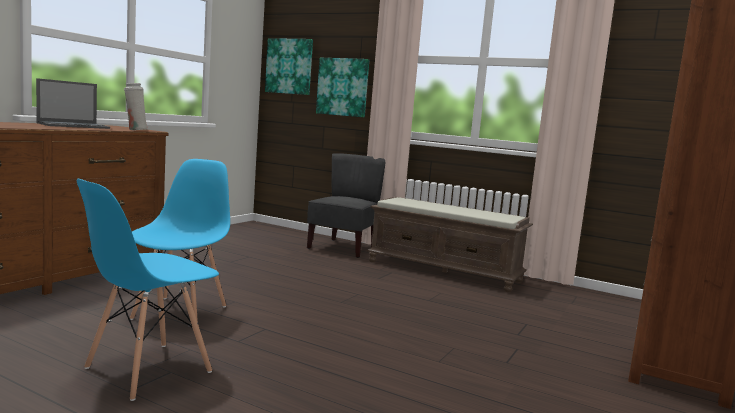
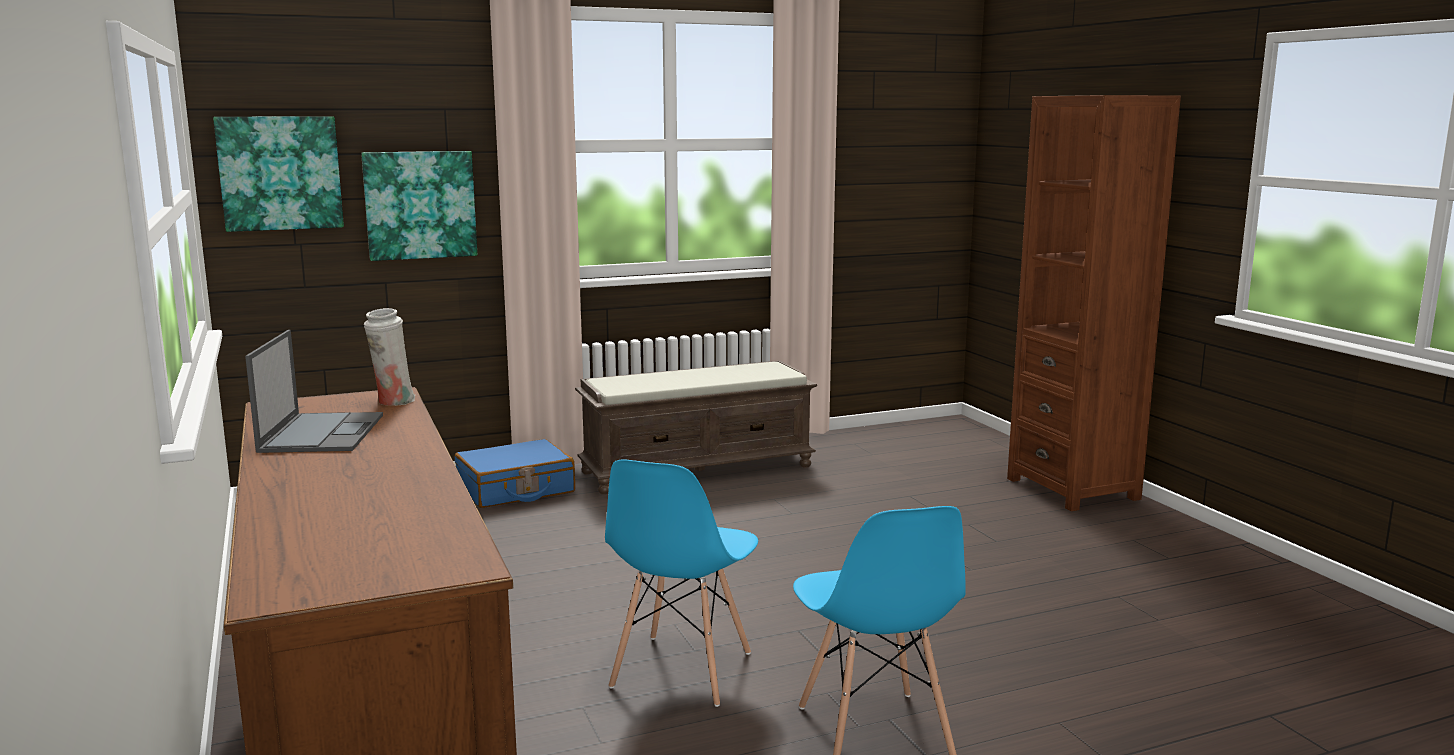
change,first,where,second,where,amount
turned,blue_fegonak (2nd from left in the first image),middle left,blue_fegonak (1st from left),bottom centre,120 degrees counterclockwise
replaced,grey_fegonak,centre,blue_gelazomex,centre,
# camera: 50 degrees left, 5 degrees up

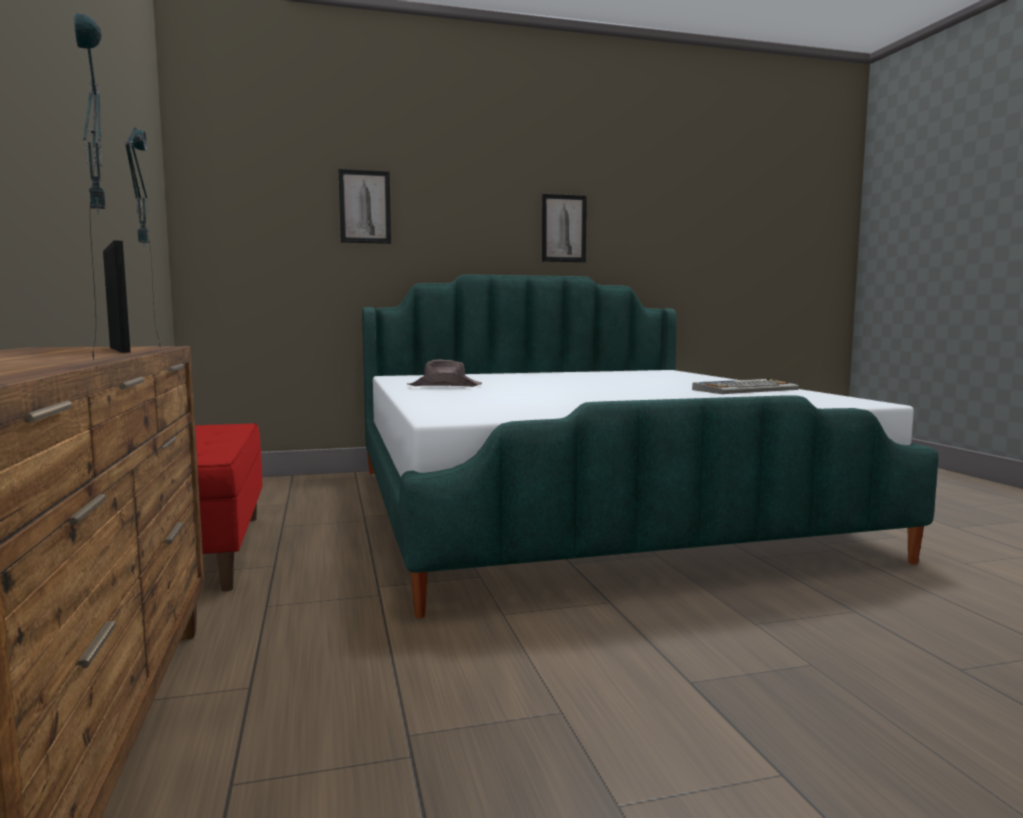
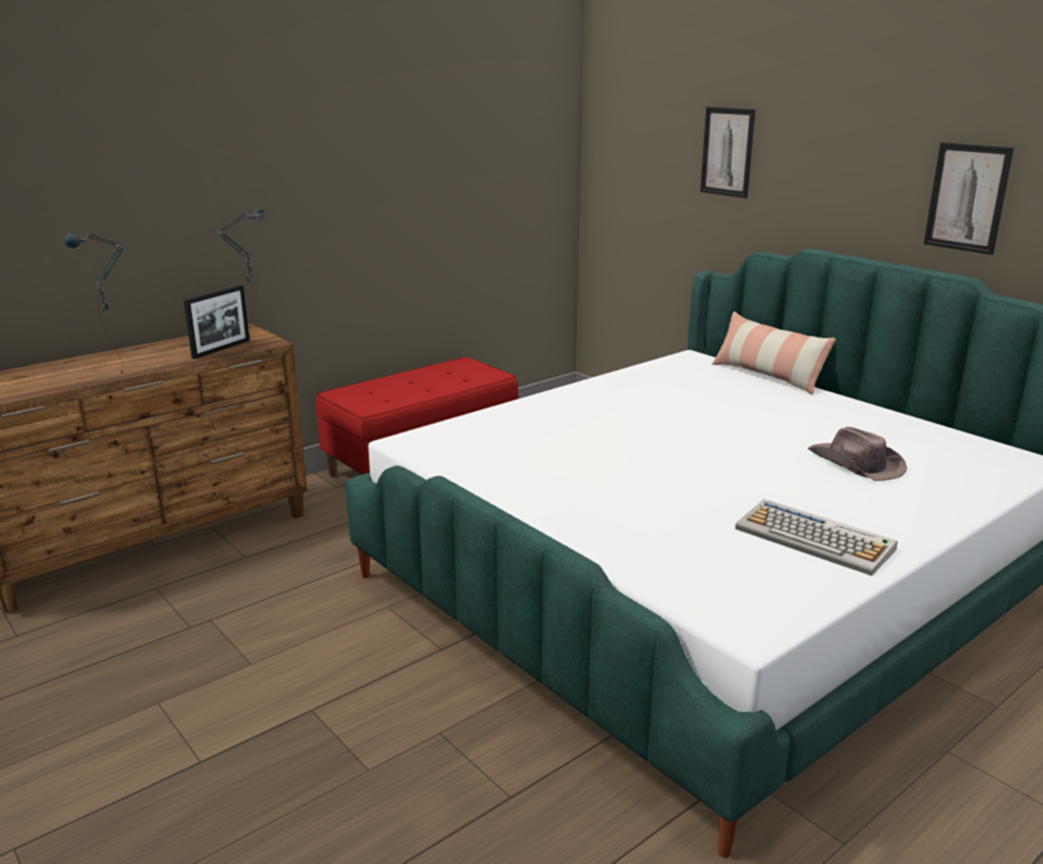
change,first,where,second,where,amount
moved,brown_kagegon,centre,,middle right,
added,,,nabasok,middle right,
# camera: 65 degrees right, 15 degrees up

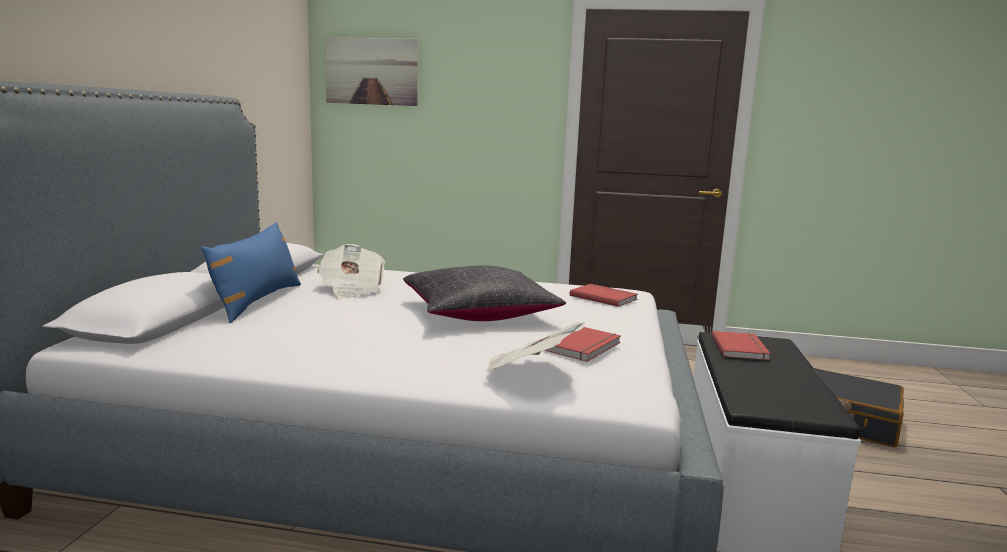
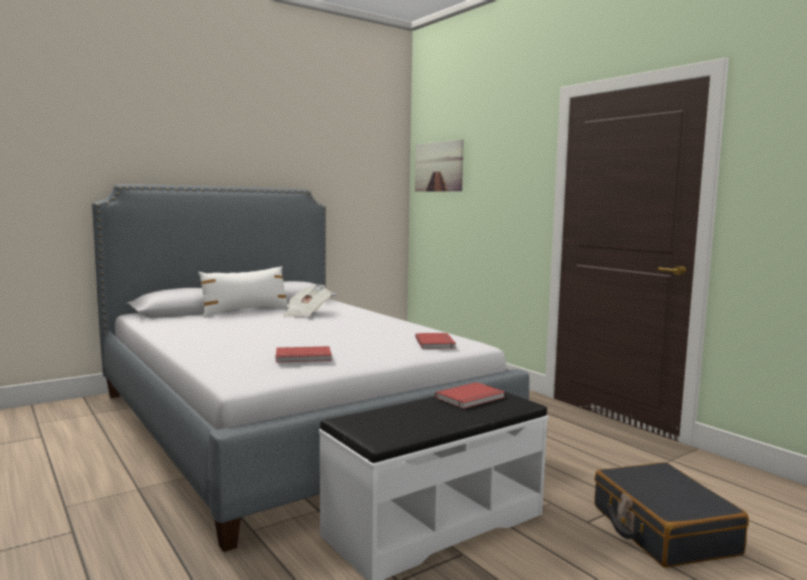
change,first,where,second,where,amount
recoloured,blue_nabasok,middle left,white_nabasok,middle left,
removed,black_nabasok,centre,,,
removed,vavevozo (2nd from left),centre,,,
# camera: 45 degrees right, 5 degrees down

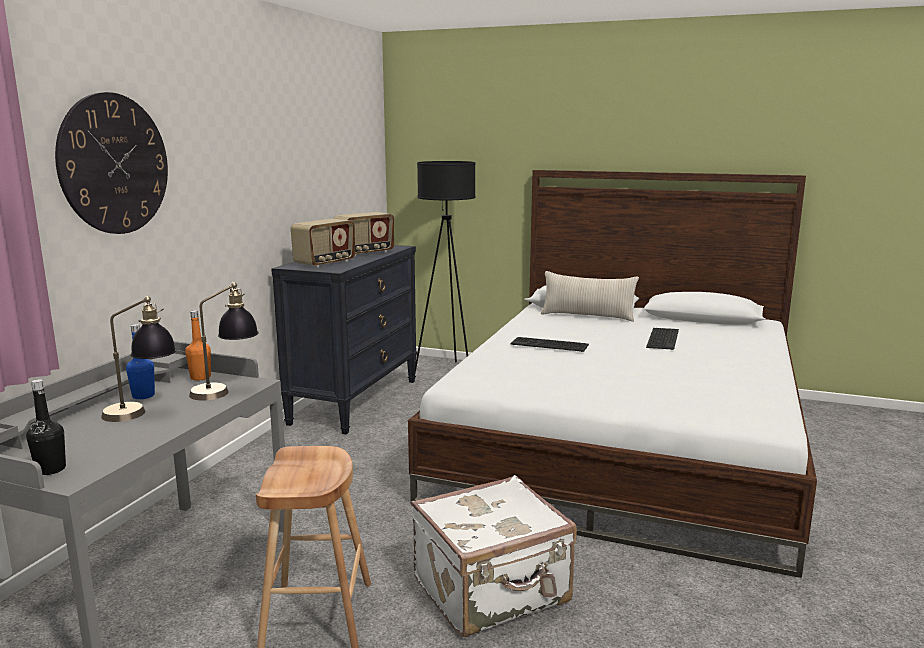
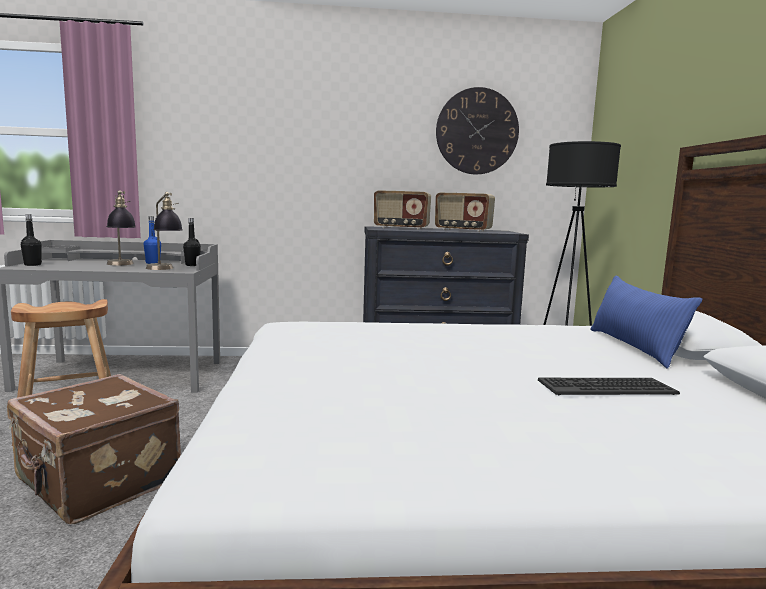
change,first,where,second,where,amount
moved,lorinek,top left,,top centre,
recoloured,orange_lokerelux,middle left,black_lokerelux (2nd from left),middle left,
recoloured,white_gelazomex,bottom centre,brown_gelazomex,bottom left,
removed,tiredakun (1st from left),centre,,,
recoloured,beige_nabasok,centre,blue_nabasok,middle right,
# camera: 65 degrees right, 5 degrees down

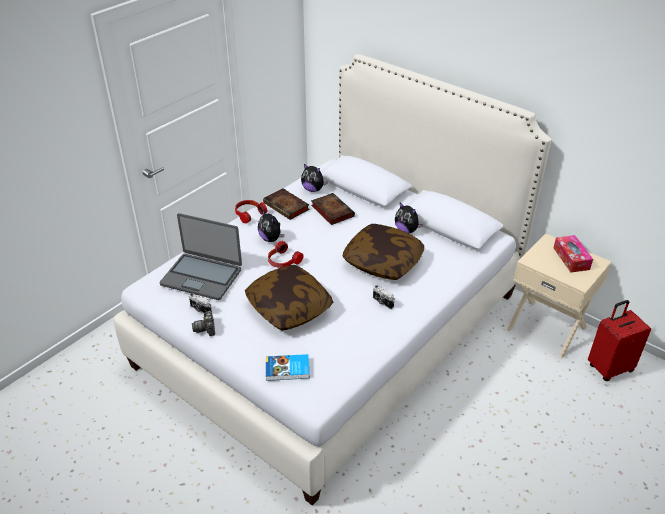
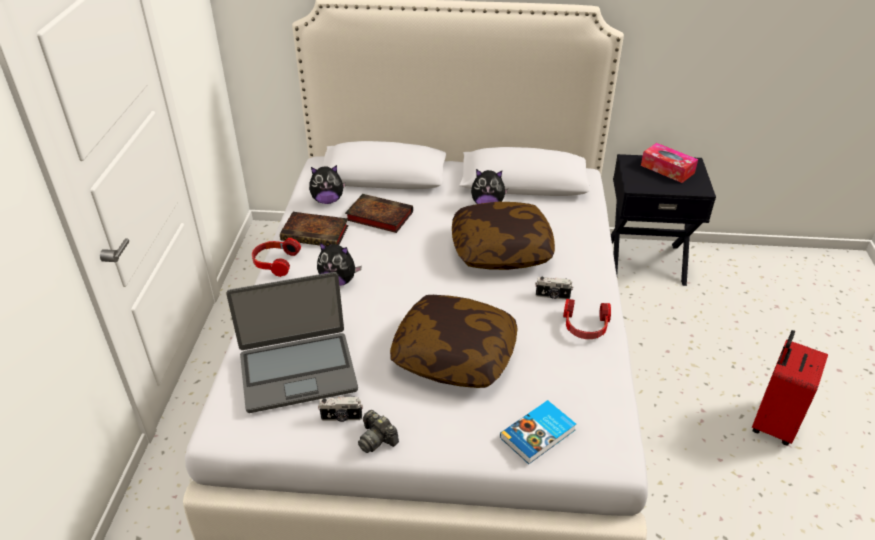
change,first,where,second,where,amount
moved,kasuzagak (2nd from left),centre,,middle right,
recoloured,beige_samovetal,middle right,black_samovetal,middle right,
moved,red_gelazomex,middle right,,bottom right,
# camera: 35 degrees left, 0 degrees up

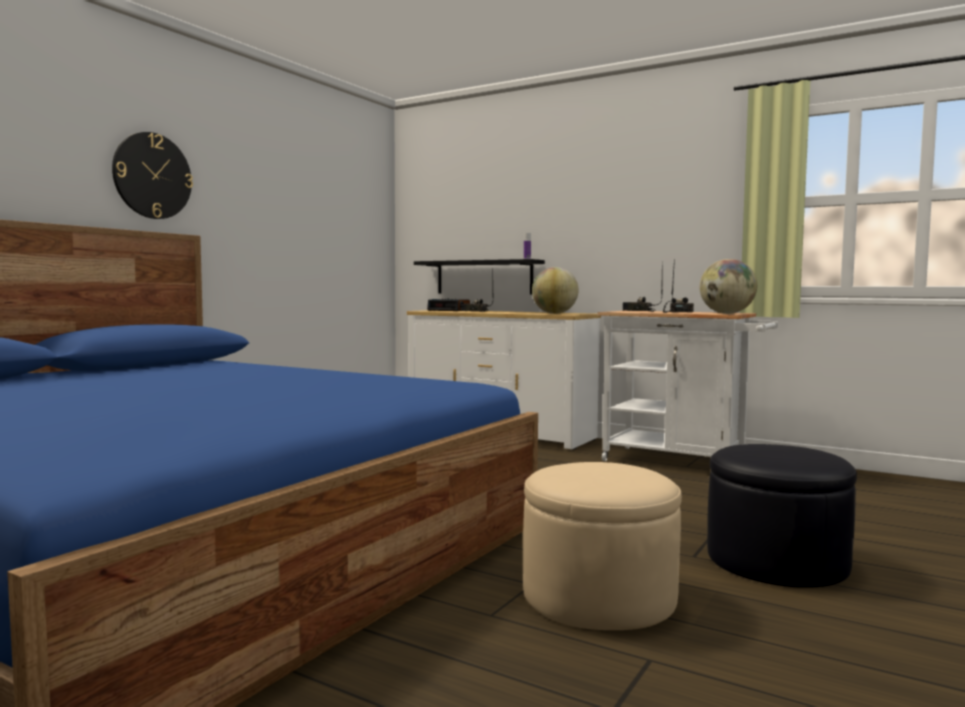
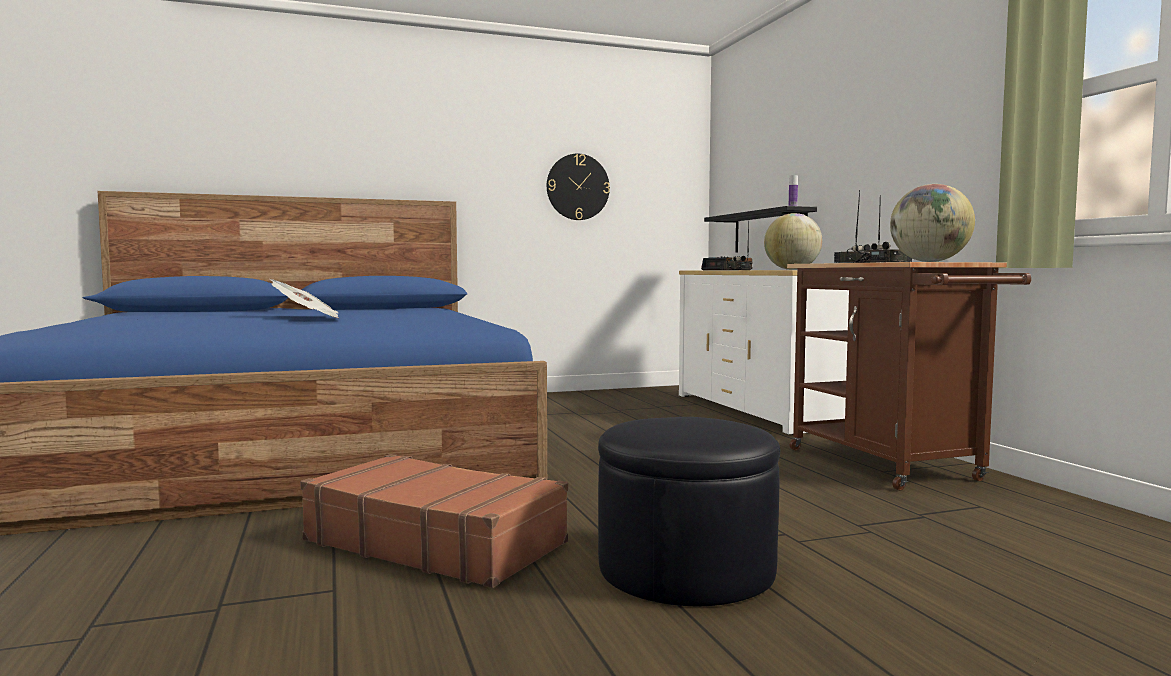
change,first,where,second,where,amount
moved,lorinek,top left,,top centre,
replaced,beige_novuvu,bottom centre,brown_gelazomex,bottom centre,
recoloured,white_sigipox,middle right,brown_sigipox,middle right,
added,,,vavevozo,middle left,
# camera: 40 degrees right, 0 degrees up

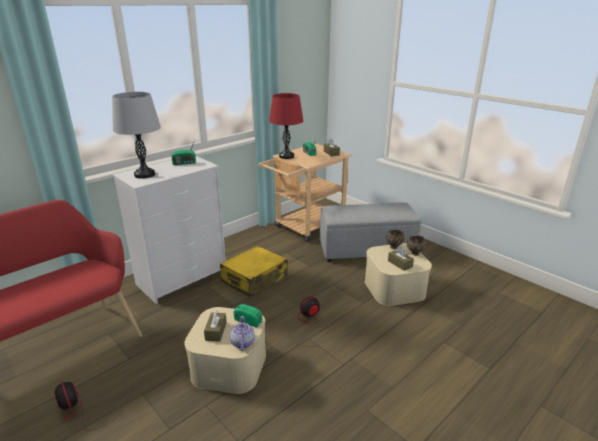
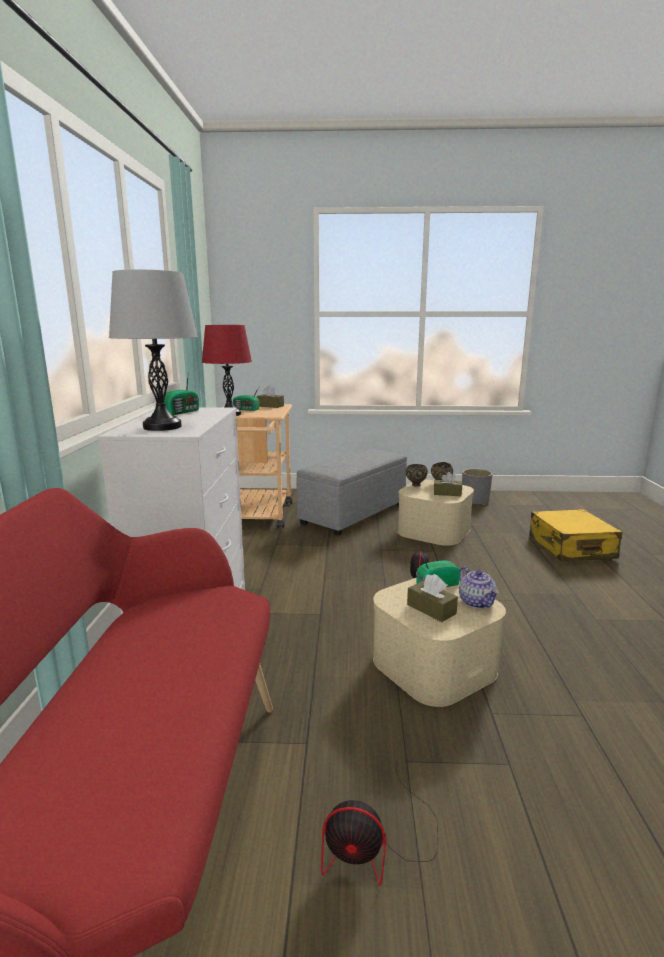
change,first,where,second,where,amount
moved,yellow_gelazomex,centre,,middle right,
turned,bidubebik,bottom centre,,middle right,150 degrees counterclockwise
added,,,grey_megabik,middle right,
# camera: 45 degrees left, 10 degrees down

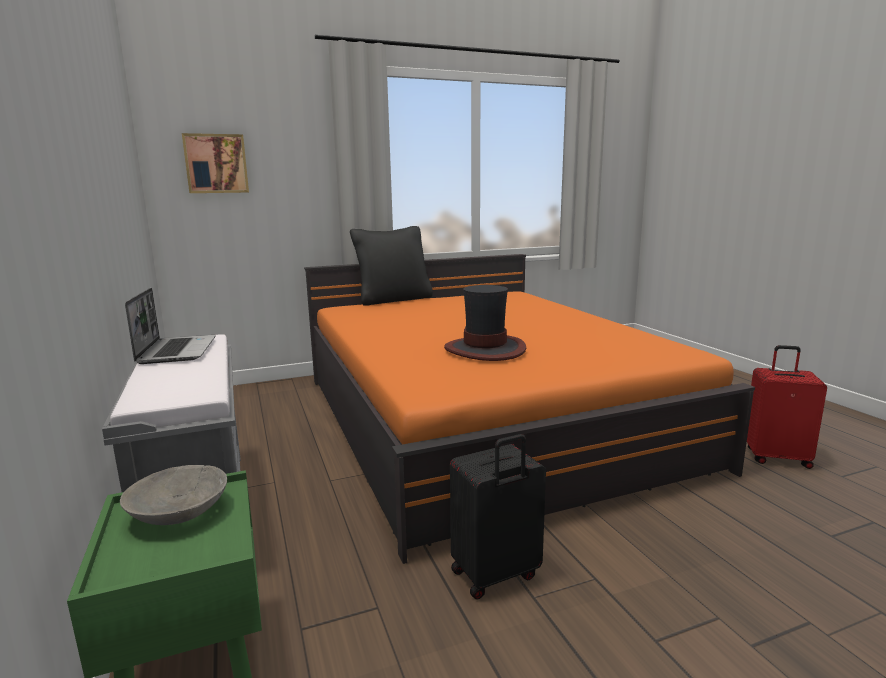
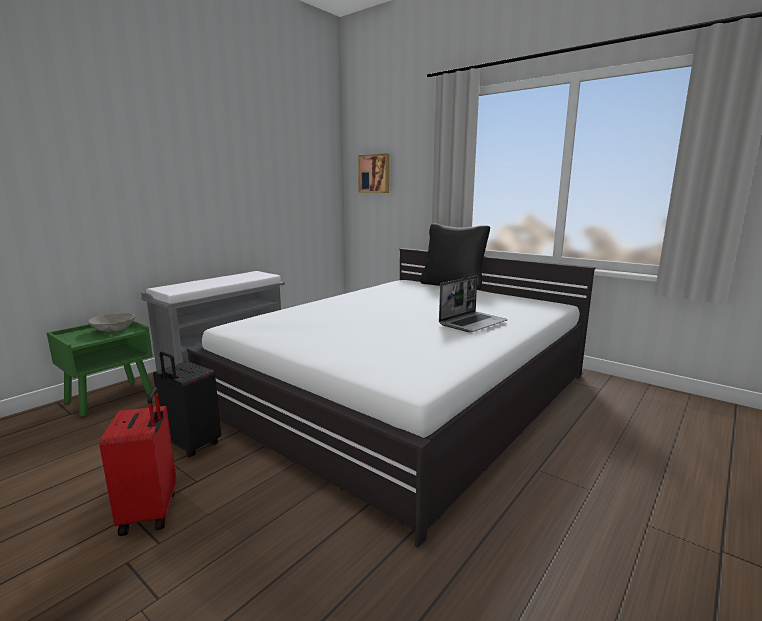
change,first,where,second,where,amount
moved,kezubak,middle left,,centre,
recoloured,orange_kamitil,centre,white_kamitil,centre,
removed,kagegon,centre,,,
moved,red_gelazomex,middle right,,bottom left,
# camera: 60 degrees right, 0 degrees up

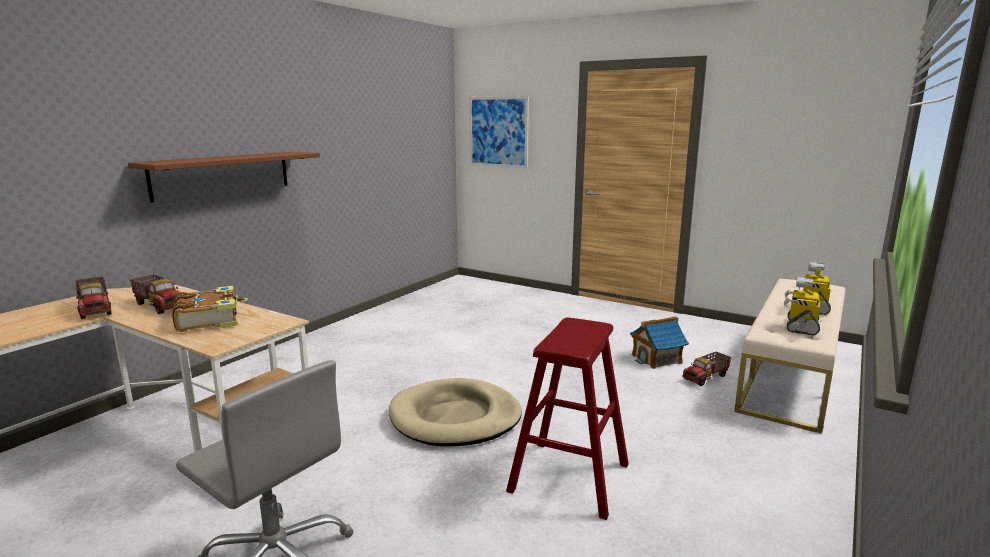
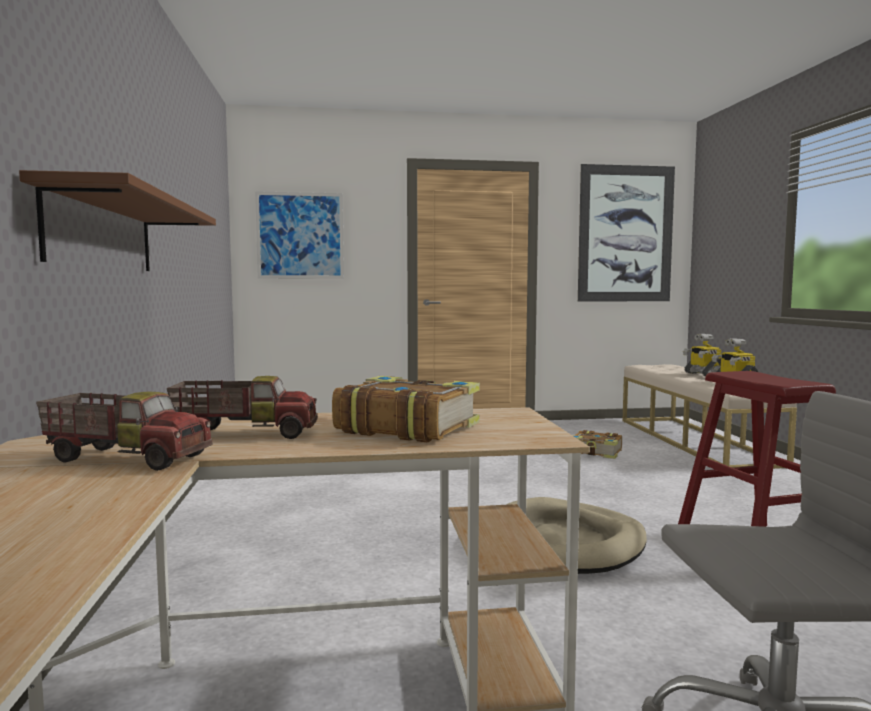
change,first,where,second,where,amount
replaced,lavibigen,centre,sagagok (2nd from left),middle right,
removed,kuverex (3rd from left),middle right,,,
added,,,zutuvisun (2nd from left),top right,
# camera: 40 degrees left, 10 degrees down

